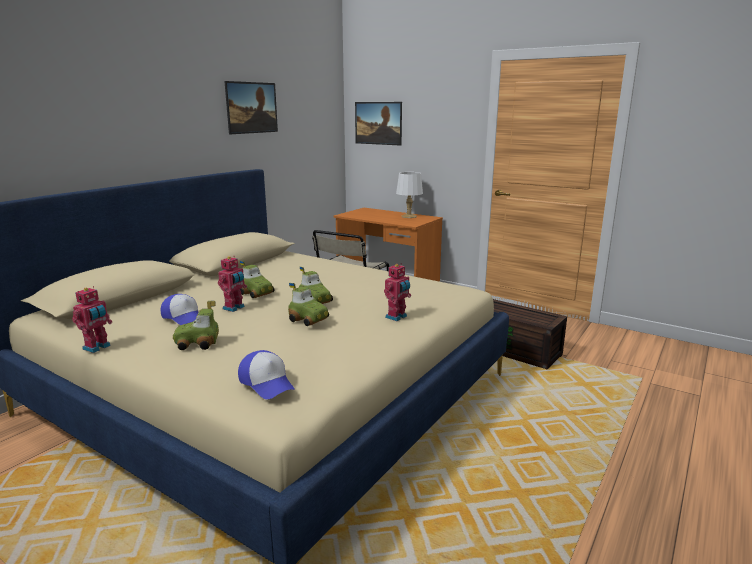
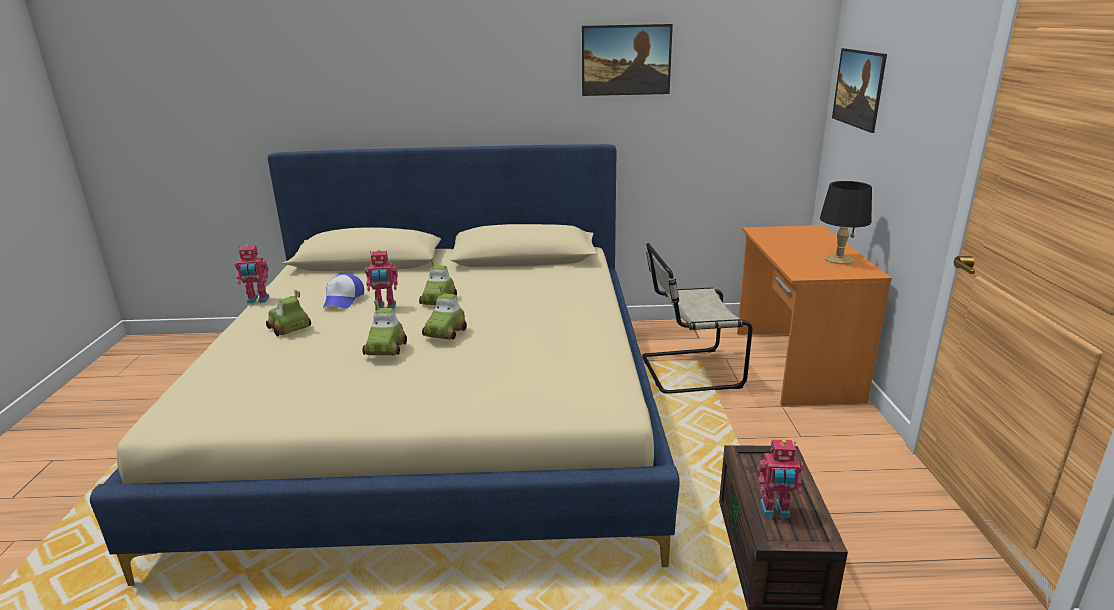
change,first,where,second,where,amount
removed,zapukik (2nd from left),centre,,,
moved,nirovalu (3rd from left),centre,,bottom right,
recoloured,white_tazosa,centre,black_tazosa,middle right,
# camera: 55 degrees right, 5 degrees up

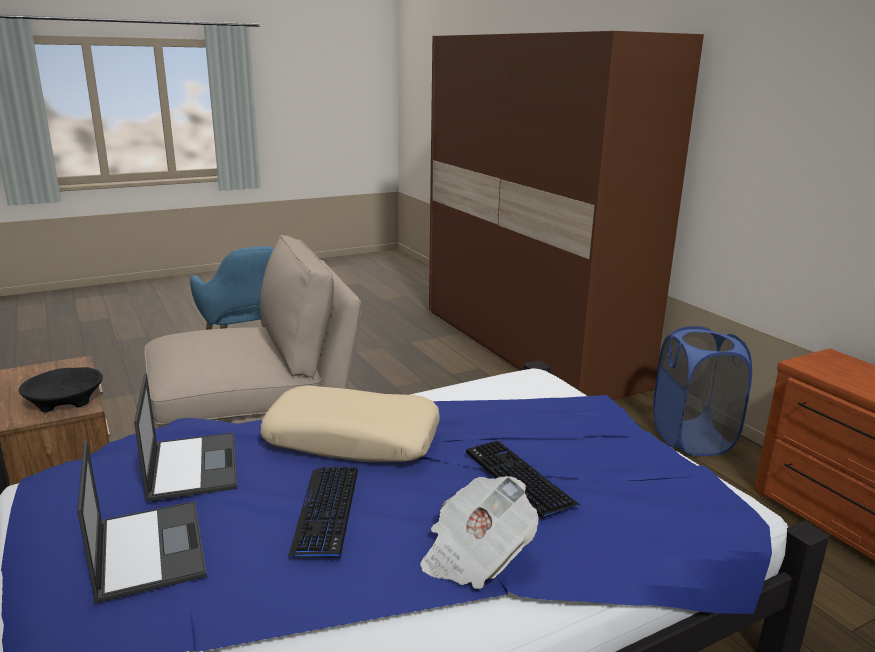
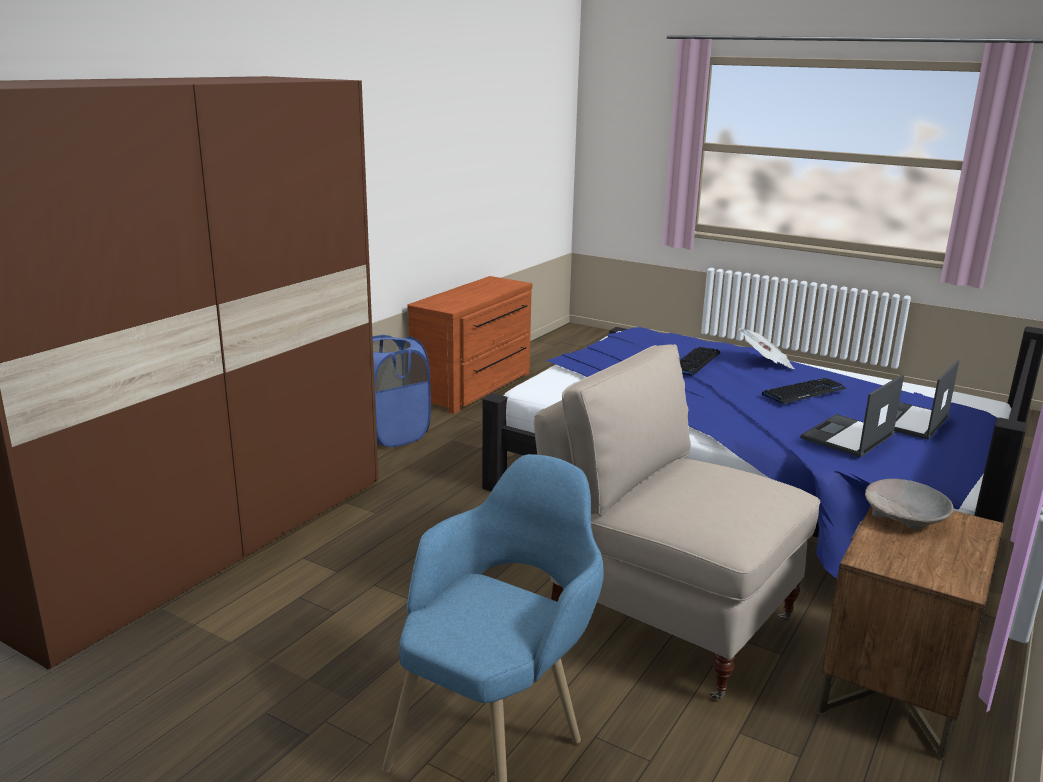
change,first,where,second,where,amount
recoloured,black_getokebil,middle left,beige_getokebil,middle right,
removed,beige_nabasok,centre,,,
# camera: 120 degrees left, 0 degrees up

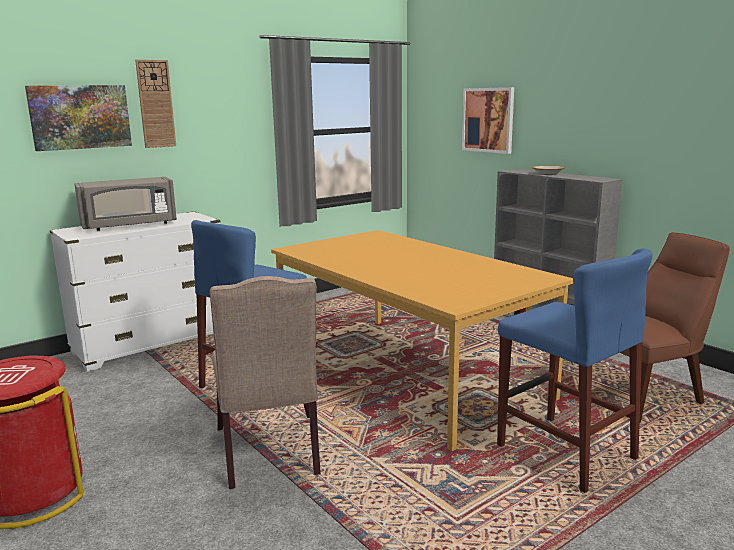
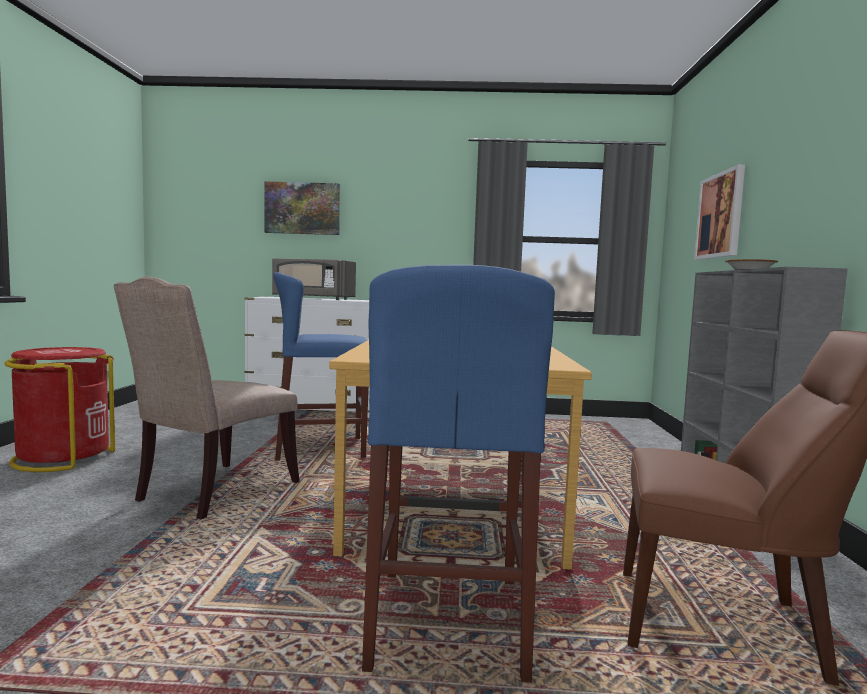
change,first,where,second,where,amount
removed,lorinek,top left,,,
# camera: 40 degrees right, 10 degrees down

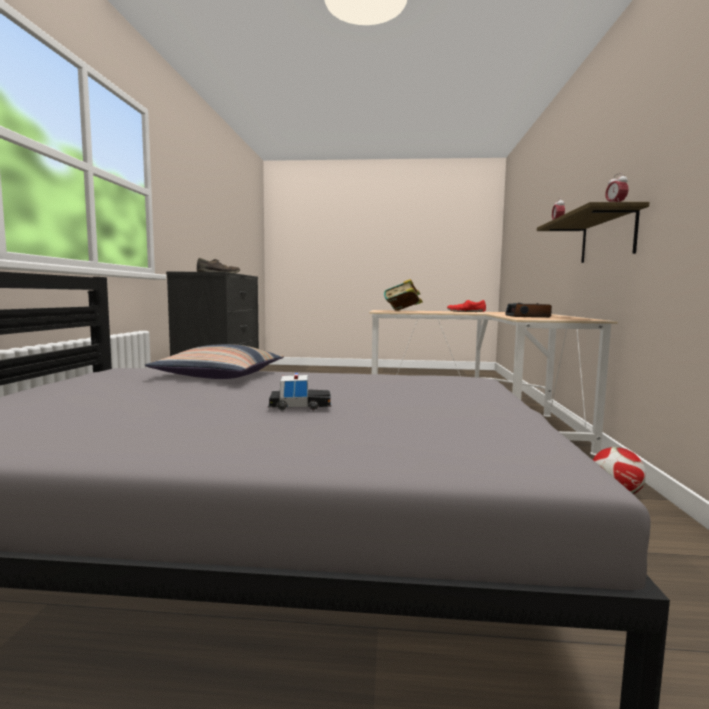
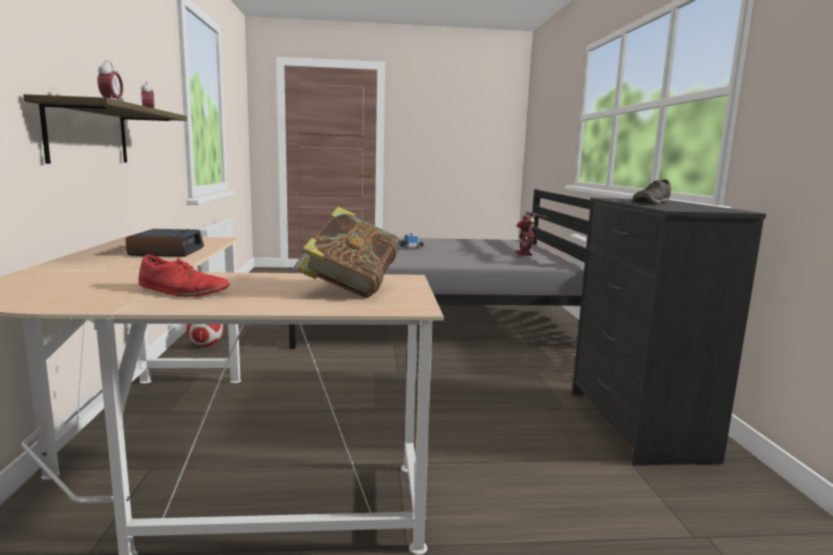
change,first,where,second,where,amount
removed,nabasok,middle left,,,
added,,,nirovalu,centre,
# camera: 170 degrees right, 5 degrees up

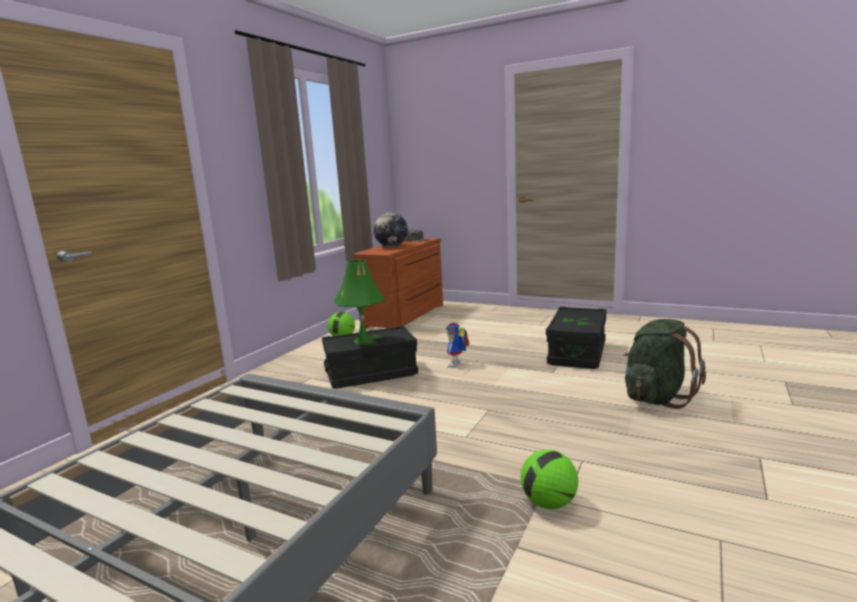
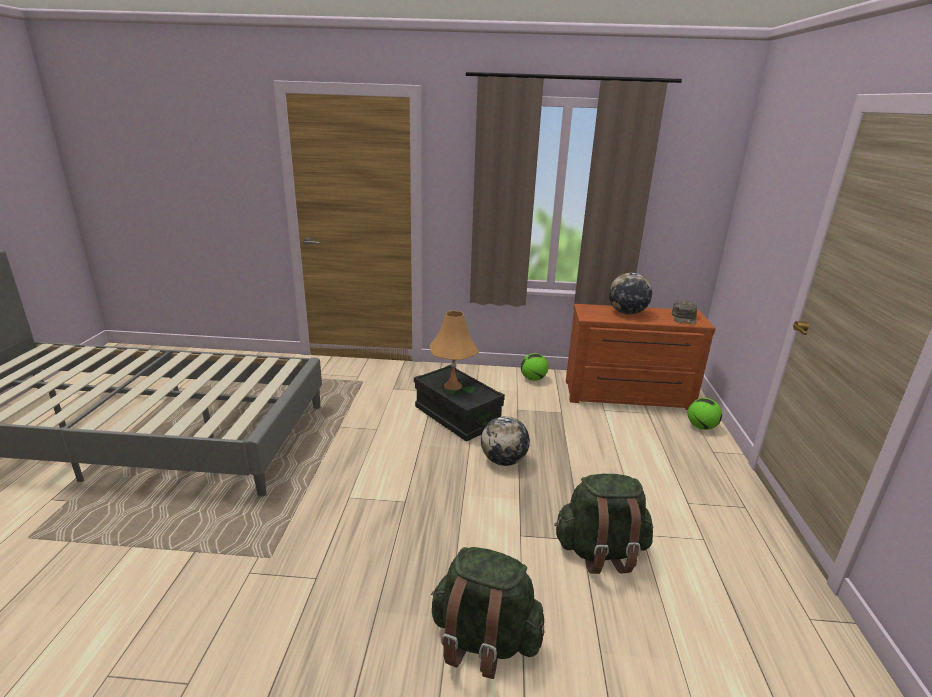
change,first,where,second,where,amount
recoloured,green_tazosa,centre,orange_tazosa,centre,
replaced,nirovalu,centre,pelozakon (1st from left),centre,
moved,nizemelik (2nd from left),bottom centre,,middle right,
replaced,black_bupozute (2nd from left),middle right,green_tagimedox (2nd from left),bottom centre,
# camera: 65 degrees right, 10 degrees up

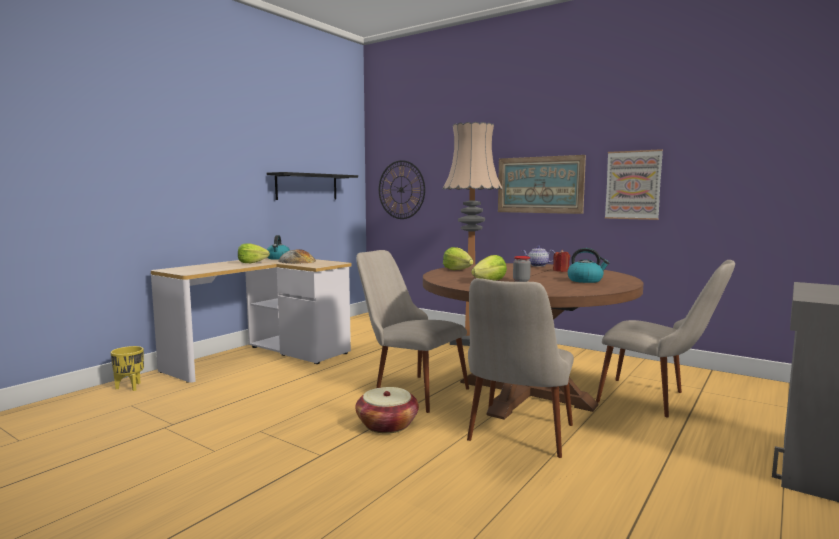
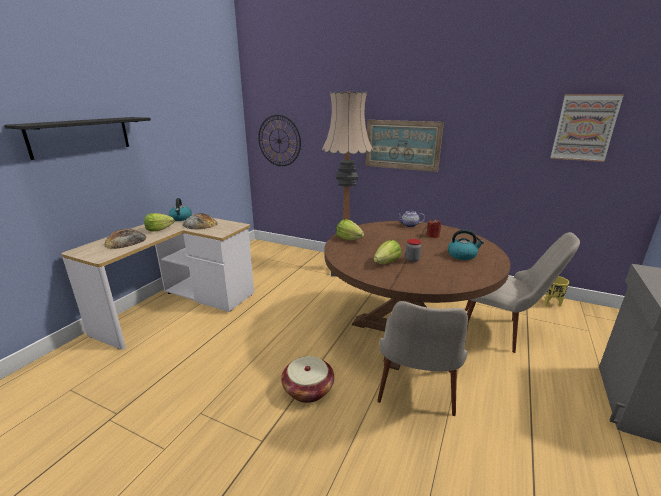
change,first,where,second,where,amount
moved,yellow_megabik,bottom left,,middle right,
moved,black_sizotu,centre,,top left,
removed,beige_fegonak (1st from left),centre,,,
moved,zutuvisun (2nd from left),middle right,,top right,
added,,,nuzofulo (1st from left),middle left,
# camera: 10 degrees left, 15 degrees up

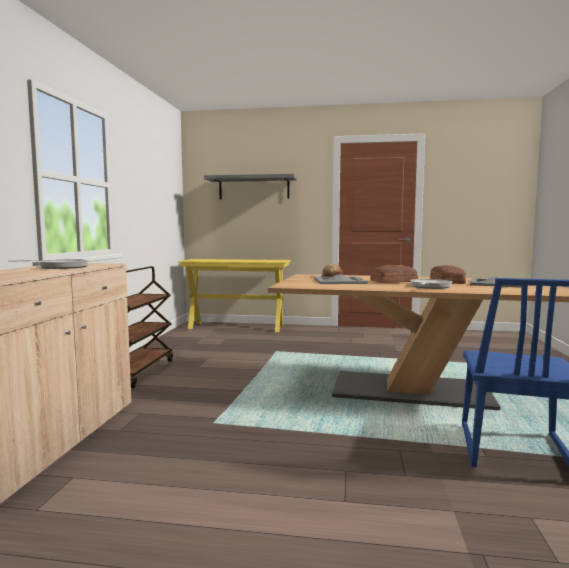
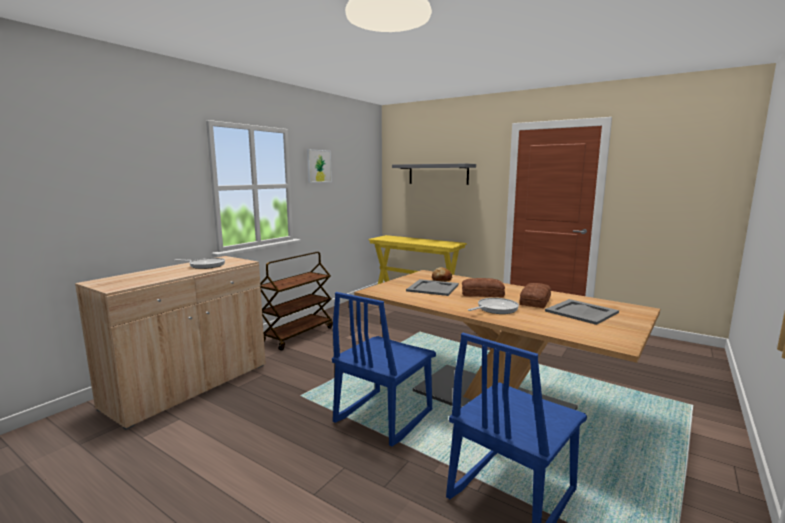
change,first,where,second,where,amount
added,,,zutuvisun,top centre,
added,,,blue_fegonak (1st from left),bottom centre,
# camera: 25 degrees right, 5 degrees up

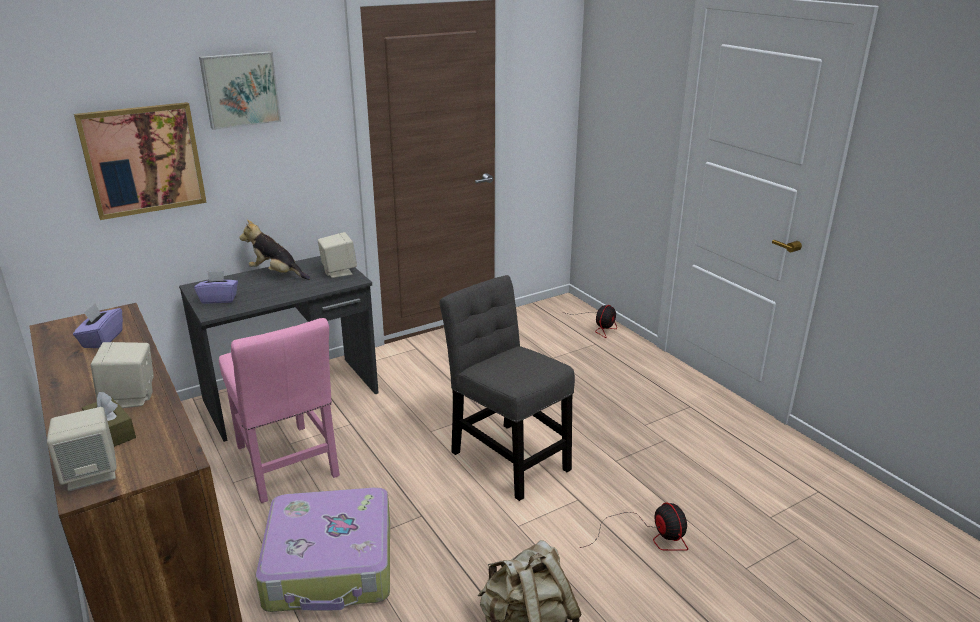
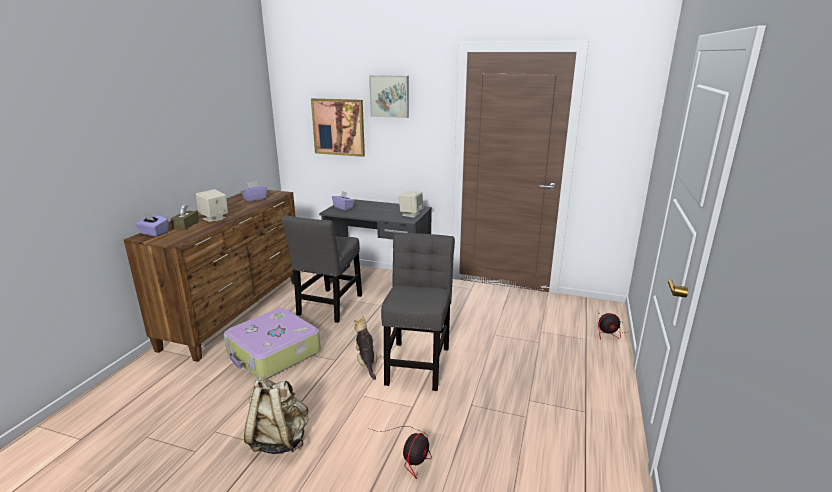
change,first,where,second,where,amount
replaced,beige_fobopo (1st from left),bottom left,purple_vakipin (1st from left),middle left,
recoloured,pink_fegonak,middle left,grey_fegonak (1st from left),centre,
moved,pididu,middle left,,bottom centre,
# camera: 50 degrees right, 5 degrees down

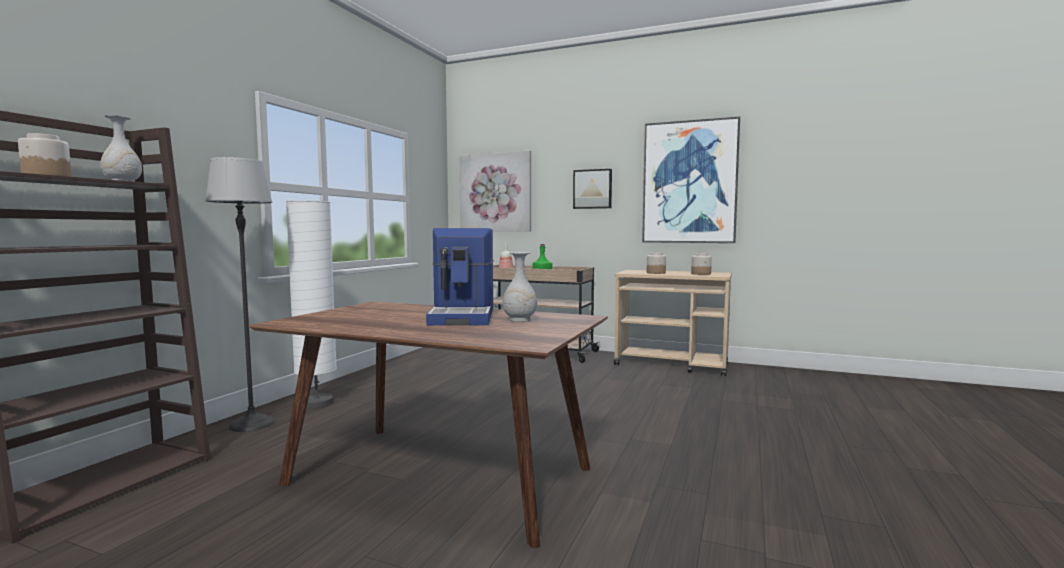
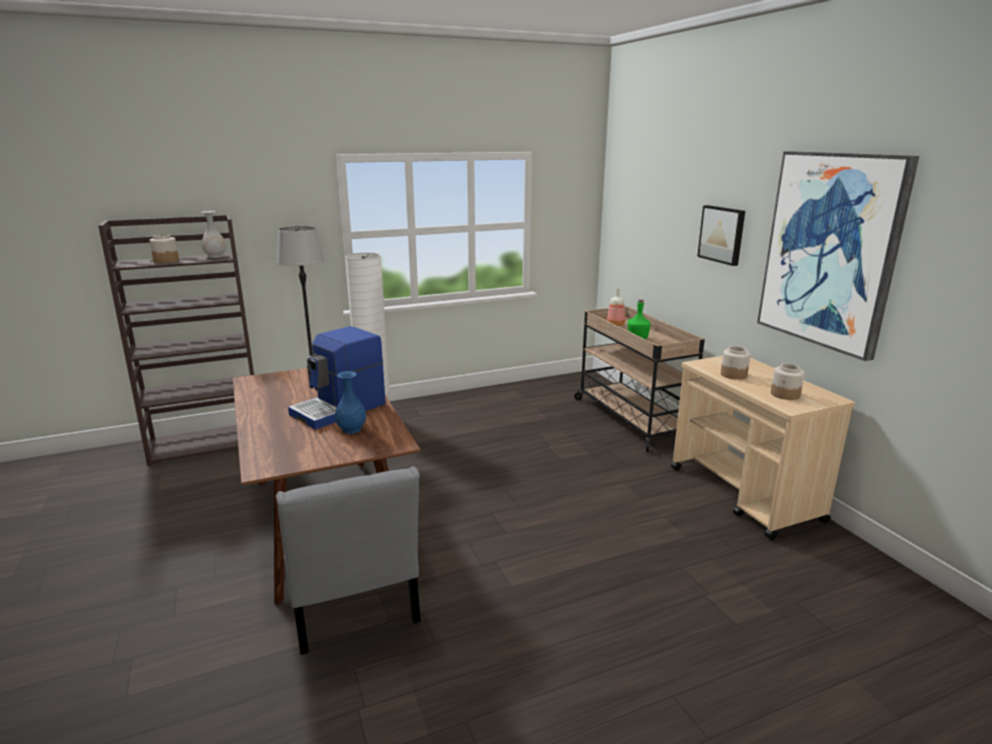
change,first,where,second,where,amount
removed,zutuvisun (1st from left),centre,,,
recoloured,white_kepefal (2nd from left),centre,blue_kepefal,centre,
added,,,grey_fegonak,bottom centre,
# camera: 45 degrees right, 15 degrees up

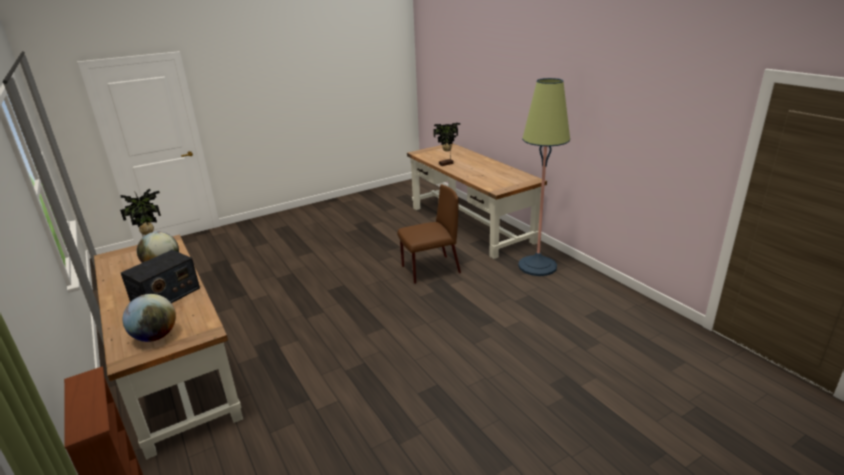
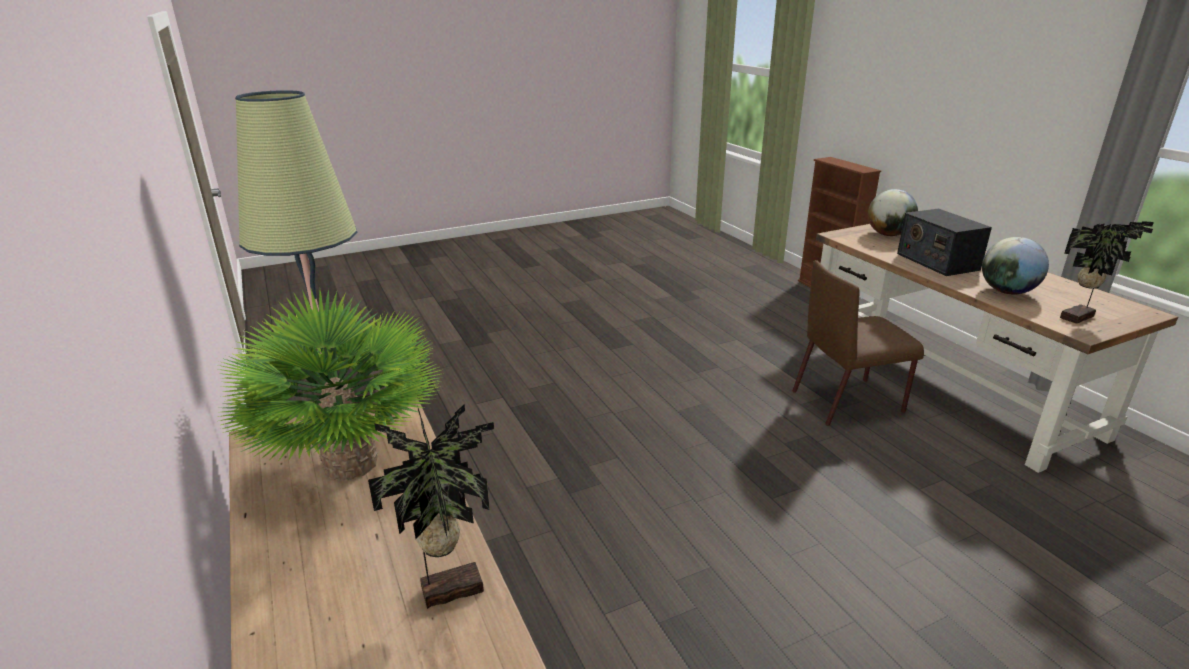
change,first,where,second,where,amount
turned,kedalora,middle left,,middle right,60 degrees counterclockwise
moved,brown_fegonak,centre,,middle right,
added,,,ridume (1st from left),middle left,
# camera: 175 degrees left, 0 degrees up

